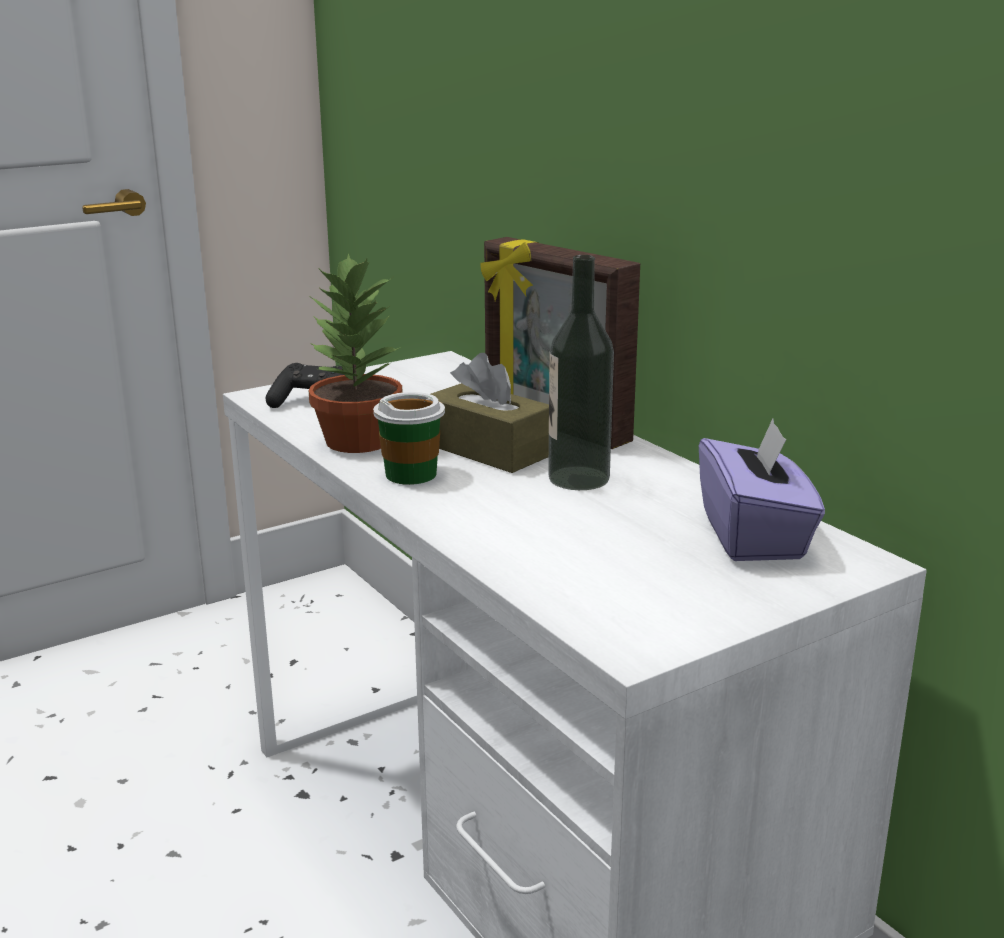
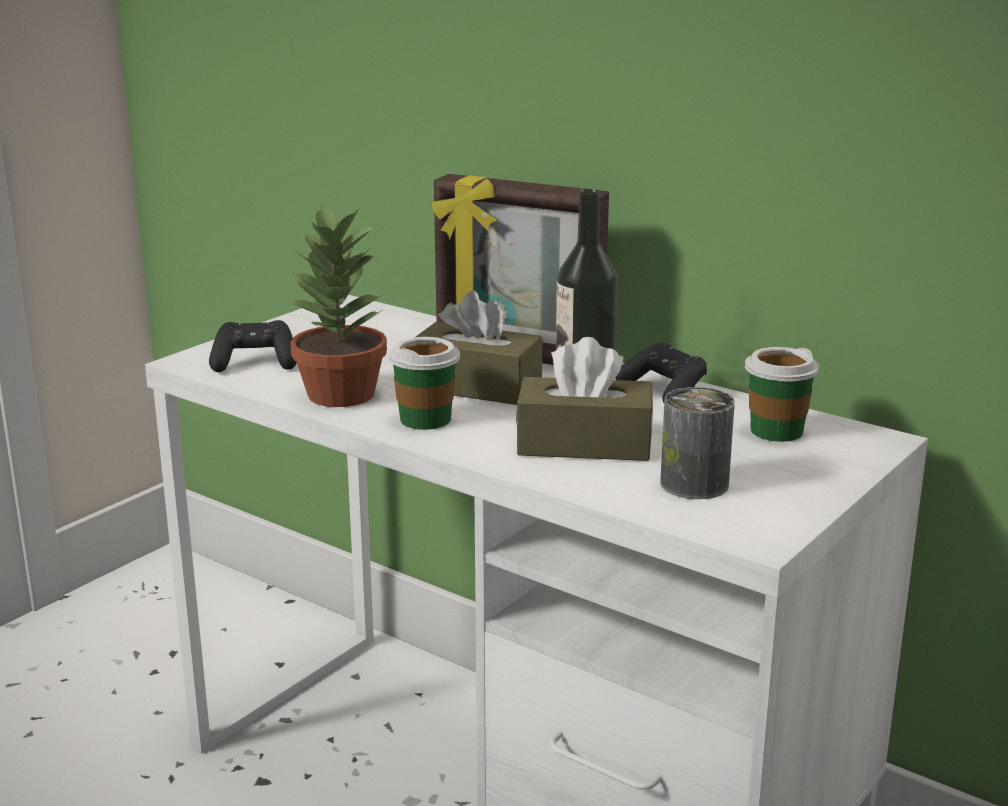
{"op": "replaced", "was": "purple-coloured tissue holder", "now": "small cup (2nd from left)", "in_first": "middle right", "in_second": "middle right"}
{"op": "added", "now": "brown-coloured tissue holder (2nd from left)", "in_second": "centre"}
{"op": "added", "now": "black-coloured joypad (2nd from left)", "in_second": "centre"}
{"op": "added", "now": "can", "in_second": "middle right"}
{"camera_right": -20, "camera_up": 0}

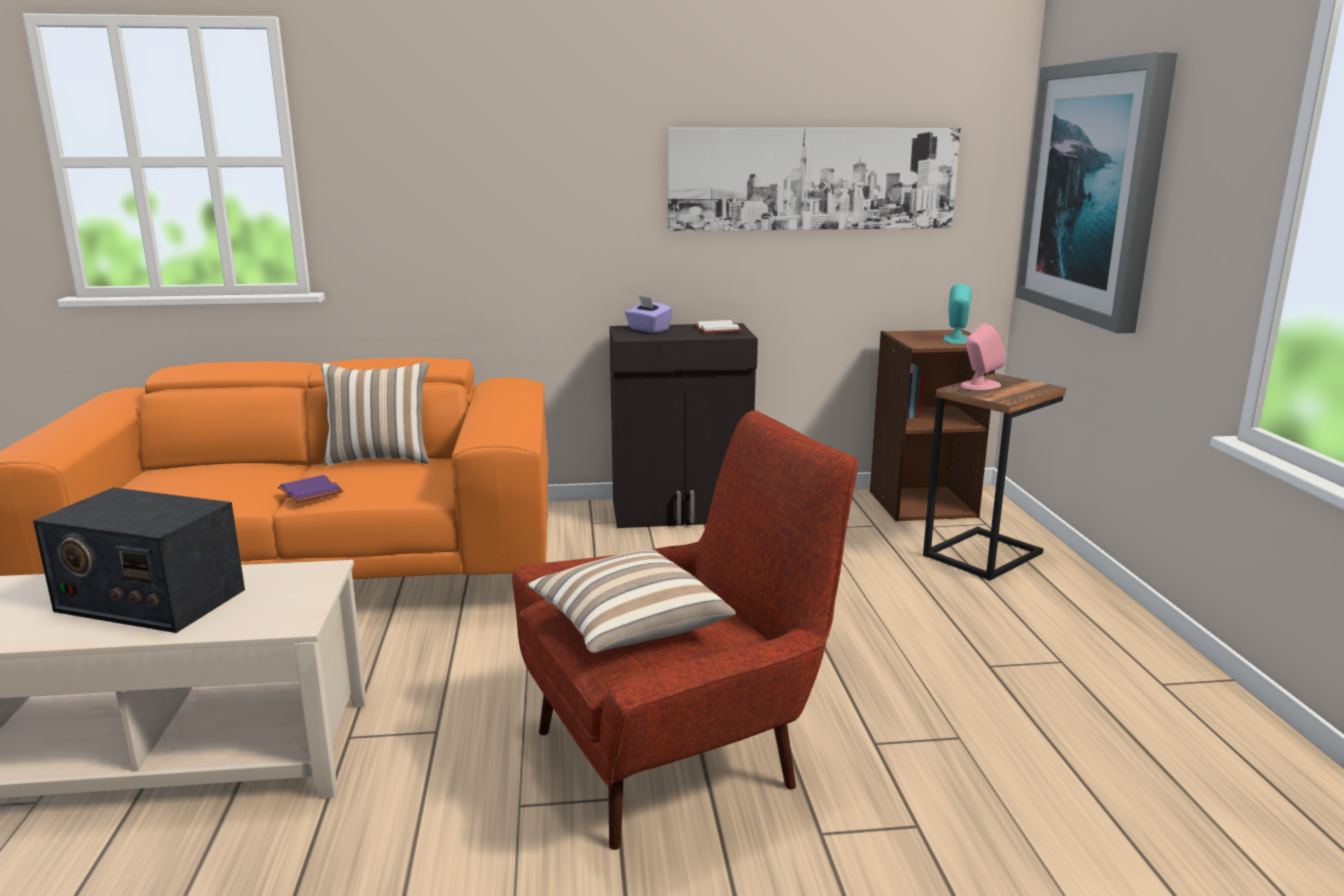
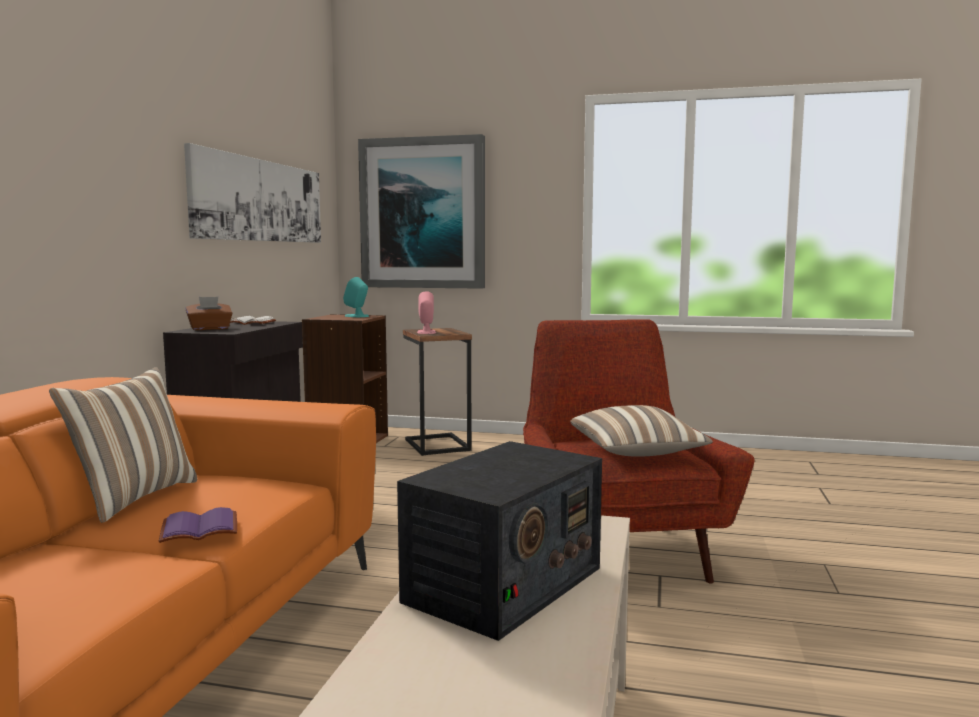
{"op": "recoloured", "was": "purple-coloured tissue holder", "now": "brown-coloured tissue holder", "in_first": "centre", "in_second": "middle left"}
{"camera_right": -70, "camera_up": -10}

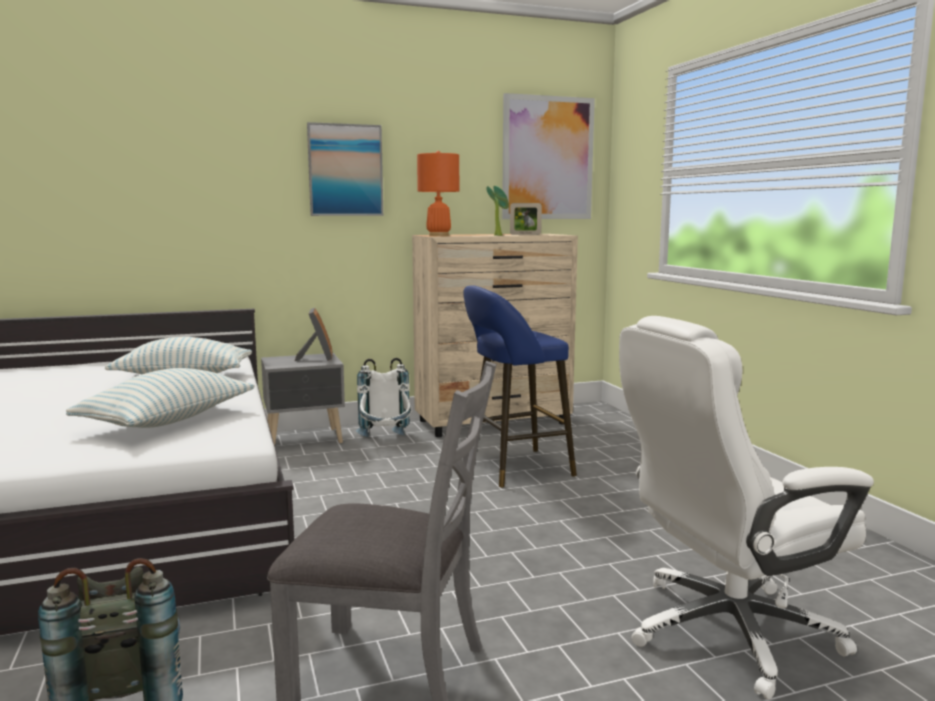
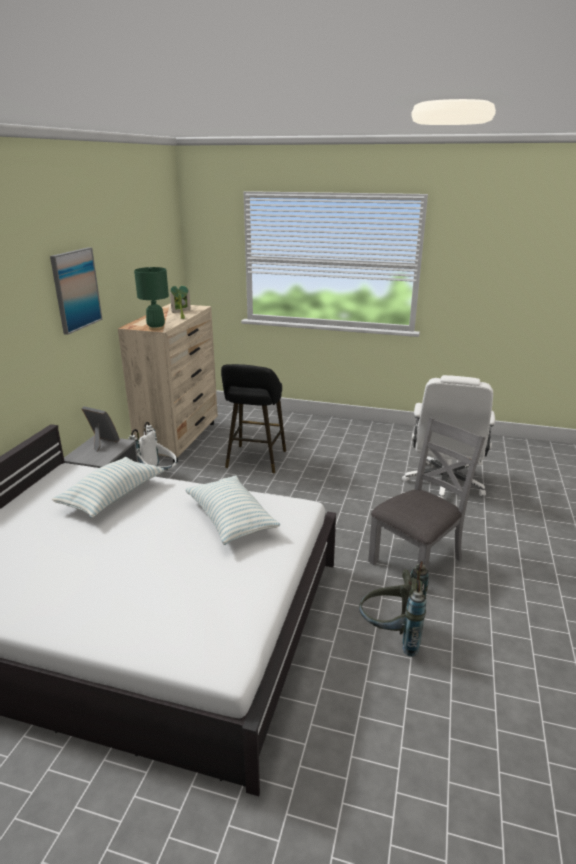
{"op": "removed", "was": "wall picture (2nd from left)", "in_first": "top centre"}
{"op": "recoloured", "was": "orange-coloured table lamp", "now": "green table lamp", "in_first": "top centre", "in_second": "middle left"}
{"op": "recoloured", "was": "bluish stool", "now": "black-coloured stool", "in_first": "centre", "in_second": "centre"}
{"camera_right": -55, "camera_up": 15}

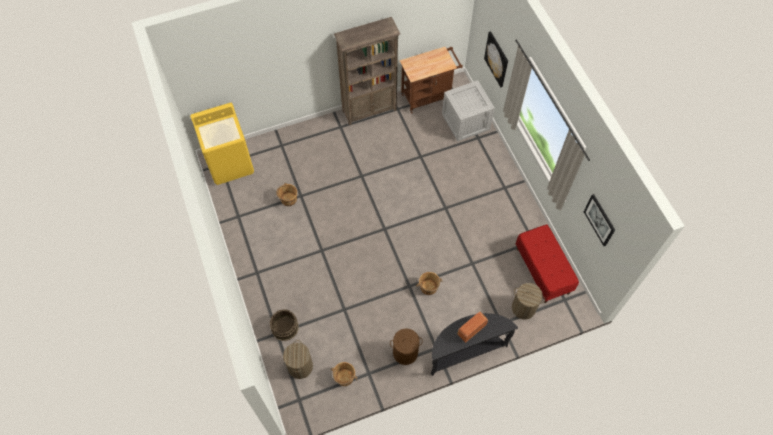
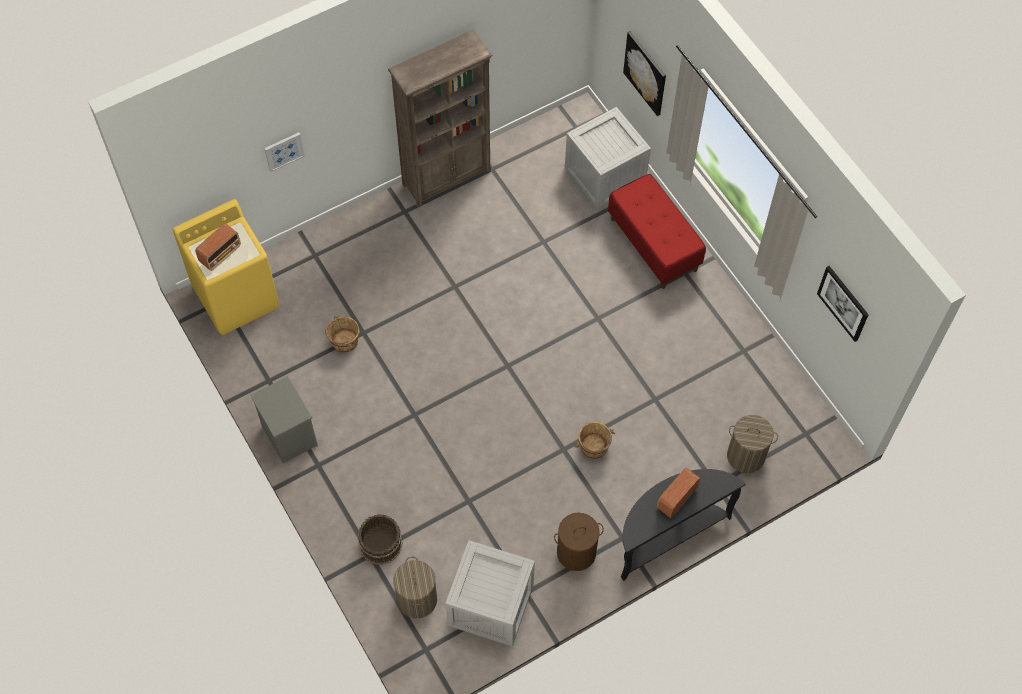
{"op": "removed", "was": "brown-coloured cart", "in_first": "top centre"}
{"op": "moved", "was": "red indoor bench", "in_first": "middle right", "in_second": "top centre"}
{"op": "replaced", "was": "brown-coloured bucket (3rd from left)", "now": "shipping crate (1st from left)", "in_first": "bottom centre", "in_second": "bottom centre"}
{"op": "added", "now": "wall picture (1st from left)", "in_second": "top left"}
{"op": "added", "now": "radio (1st from left)", "in_second": "middle left"}
{"op": "added", "now": "greyish night table", "in_second": "middle left"}
{"camera_right": -10, "camera_up": 0}

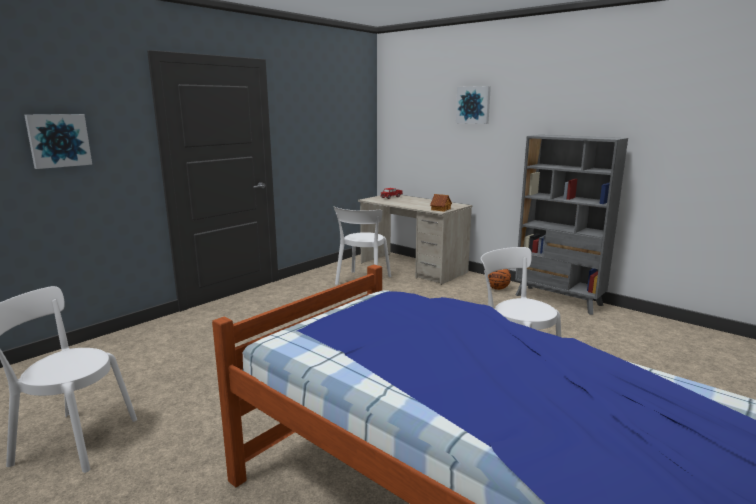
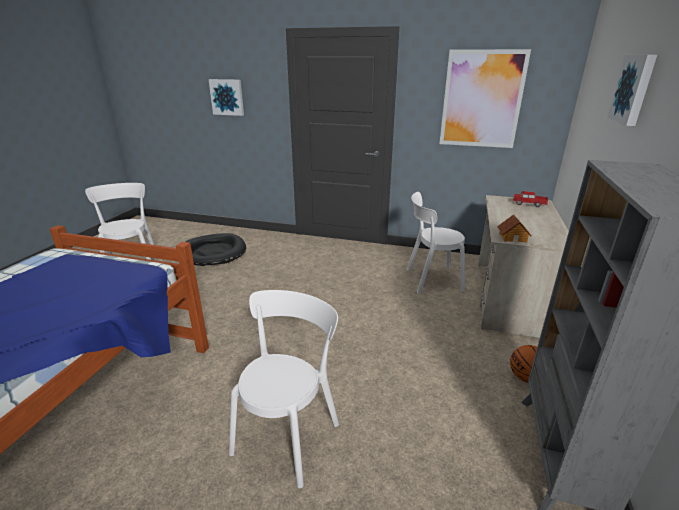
{"op": "added", "now": "wall picture (2nd from left)", "in_second": "top right"}
{"op": "added", "now": "black-coloured dog bed", "in_second": "middle left"}
{"camera_right": 65, "camera_up": 10}

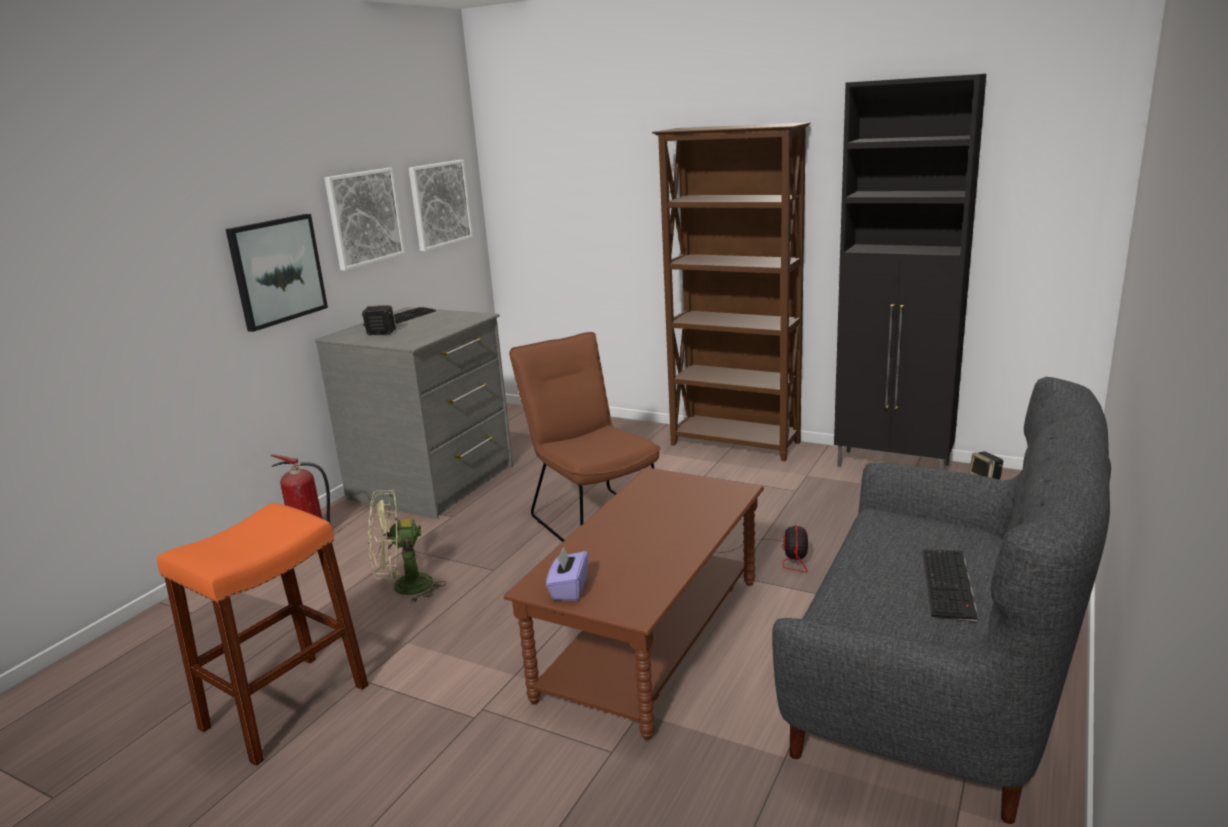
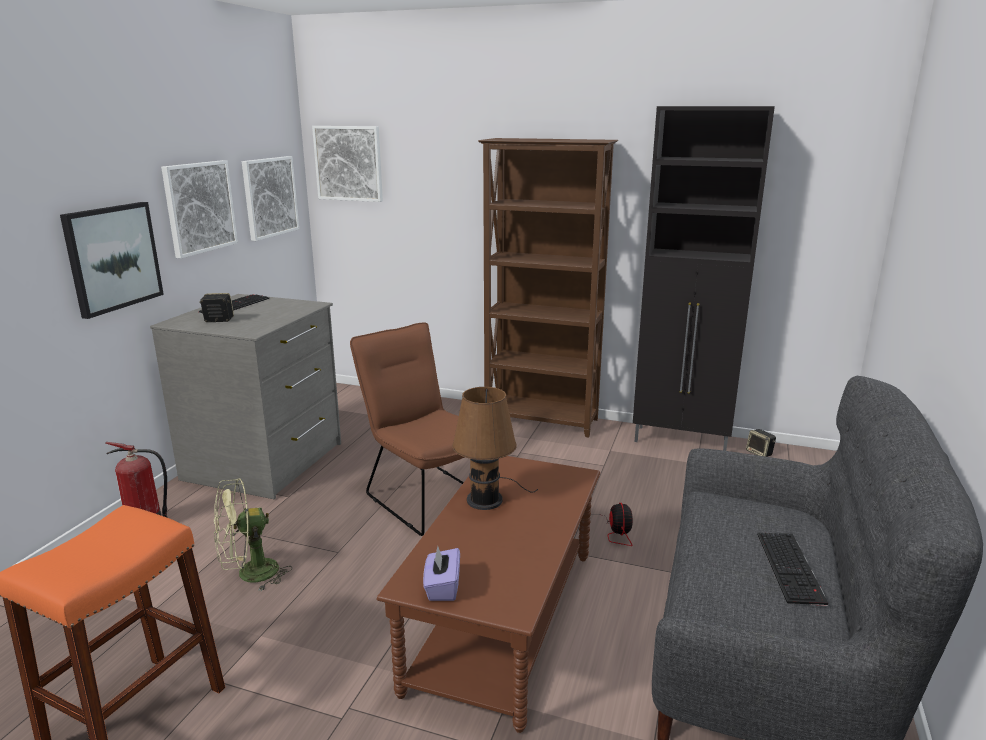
{"op": "added", "now": "wall picture (4th from left)", "in_second": "top centre"}
{"op": "added", "now": "brown-coloured table lamp", "in_second": "centre"}
{"camera_right": -10, "camera_up": 0}

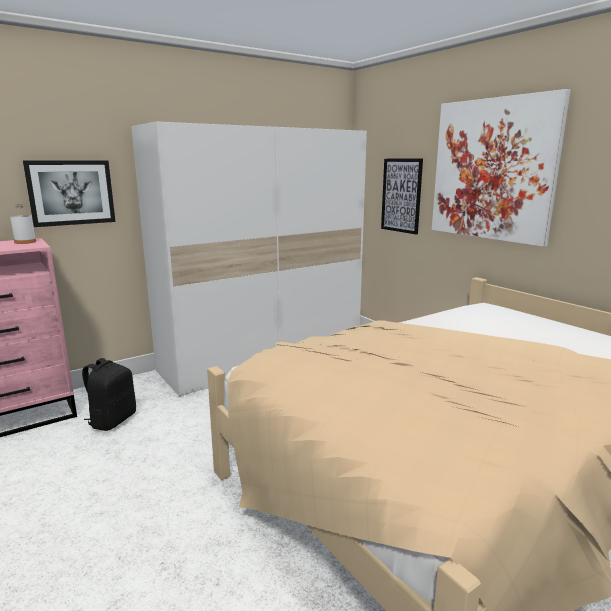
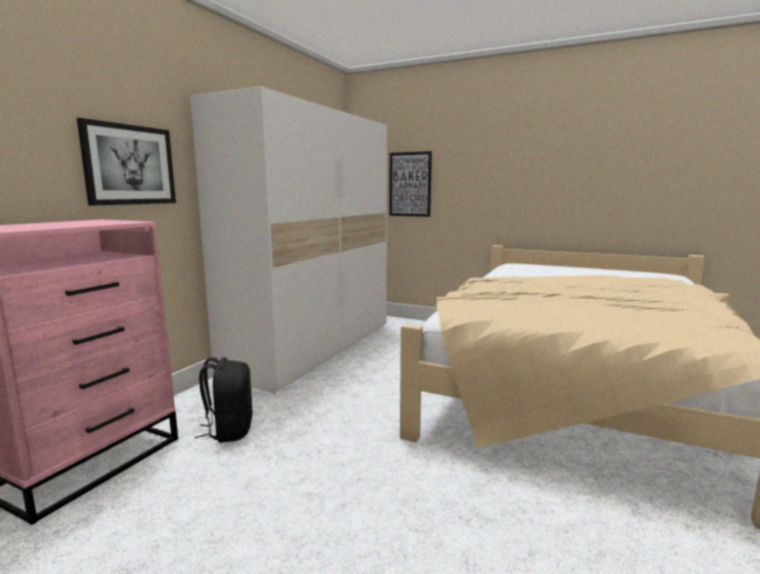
{"op": "removed", "was": "wall picture (3rd from left)", "in_first": "top right"}
{"op": "removed", "was": "whitish beverage bottle", "in_first": "middle left"}
{"camera_right": -30, "camera_up": -5}

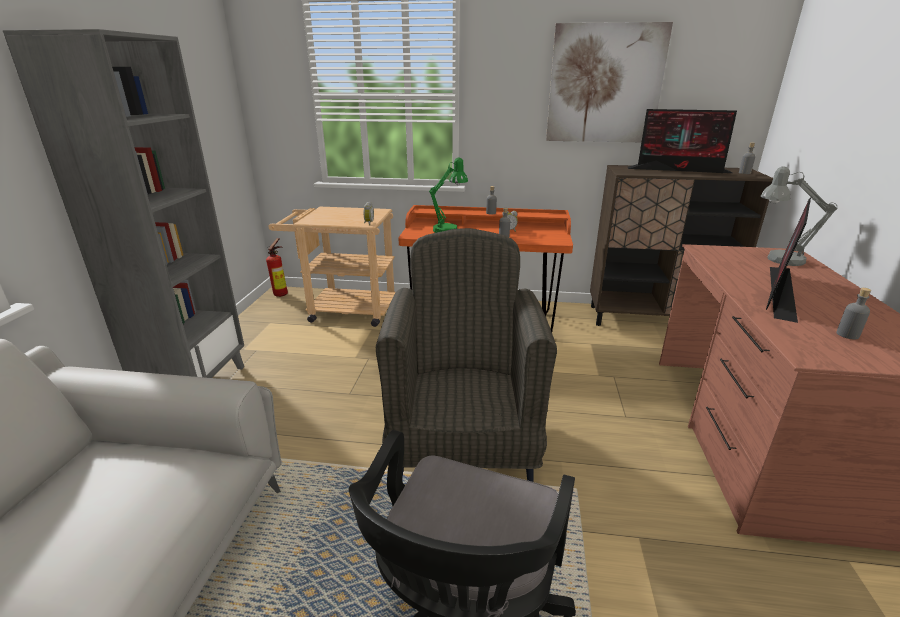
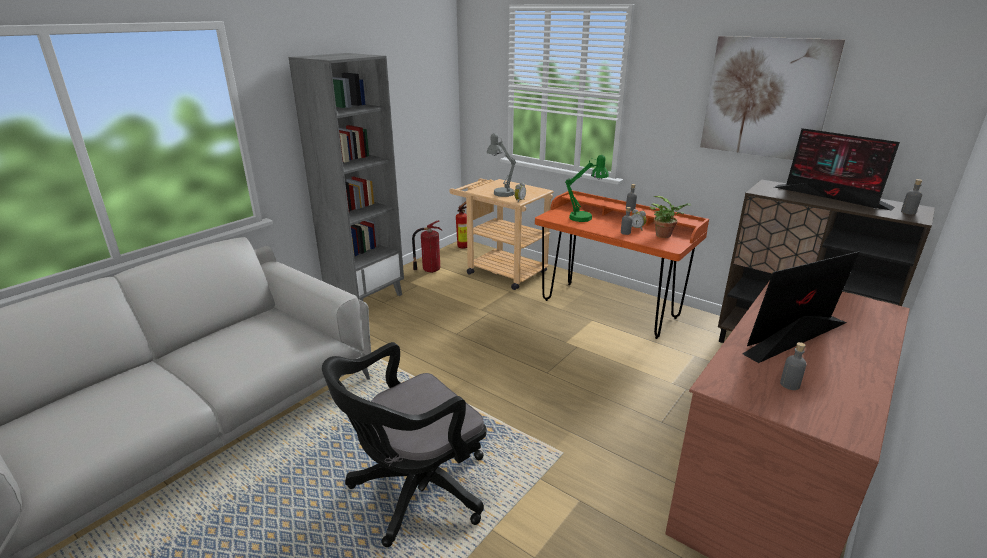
{"op": "moved", "was": "greyish table lamp", "in_first": "middle right", "in_second": "top centre"}
{"op": "removed", "was": "greyish armchair", "in_first": "centre"}
{"op": "added", "now": "houseplant", "in_second": "middle right"}
{"op": "added", "now": "fire-fighting cylinder (1st from left)", "in_second": "centre"}
{"camera_right": 30, "camera_up": 0}

